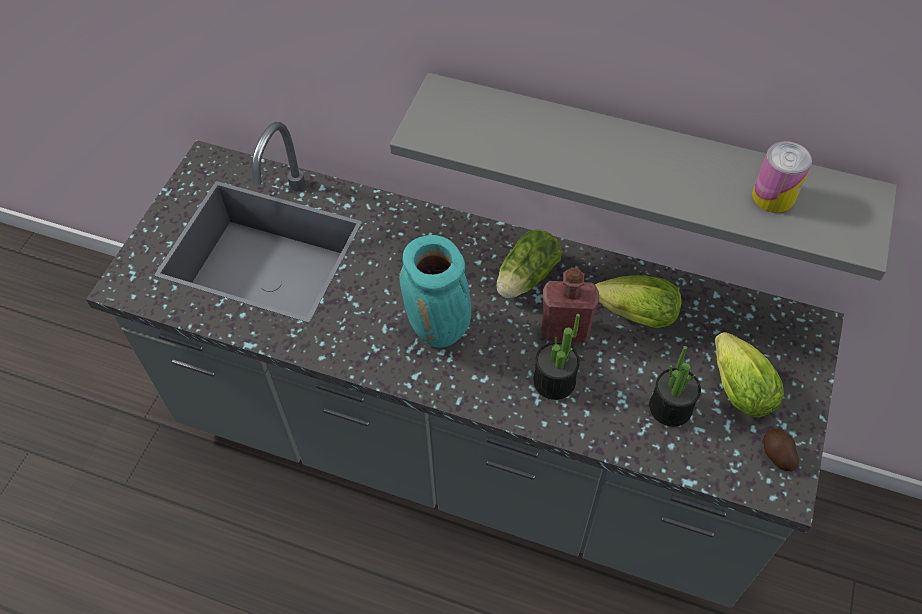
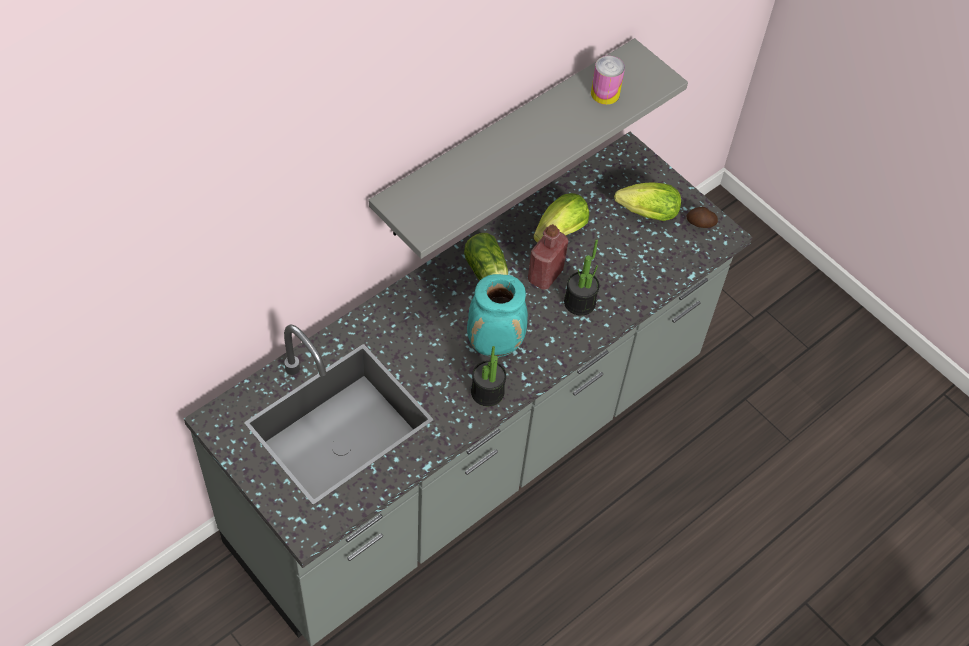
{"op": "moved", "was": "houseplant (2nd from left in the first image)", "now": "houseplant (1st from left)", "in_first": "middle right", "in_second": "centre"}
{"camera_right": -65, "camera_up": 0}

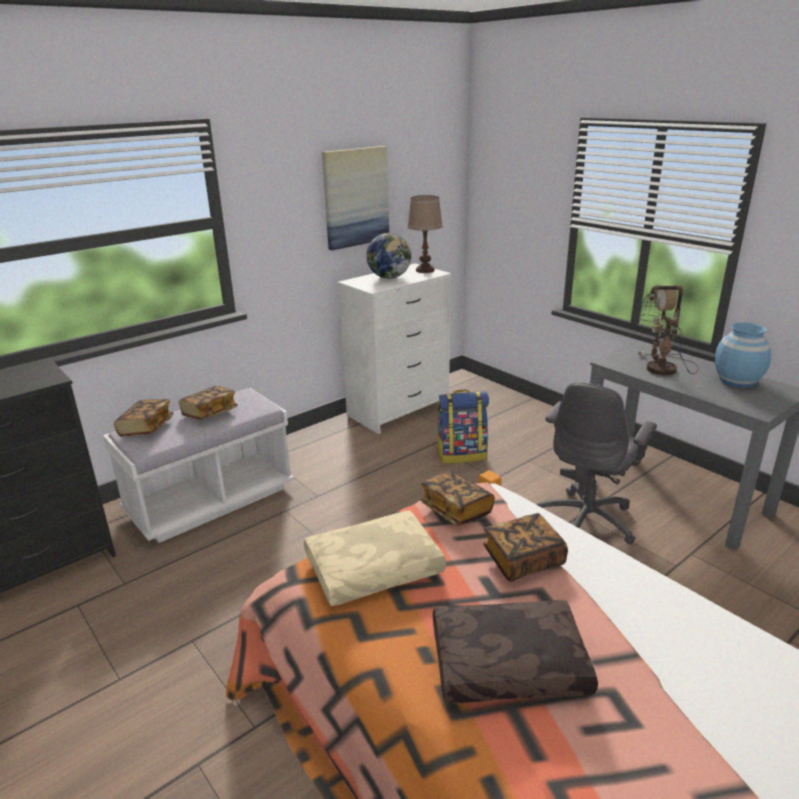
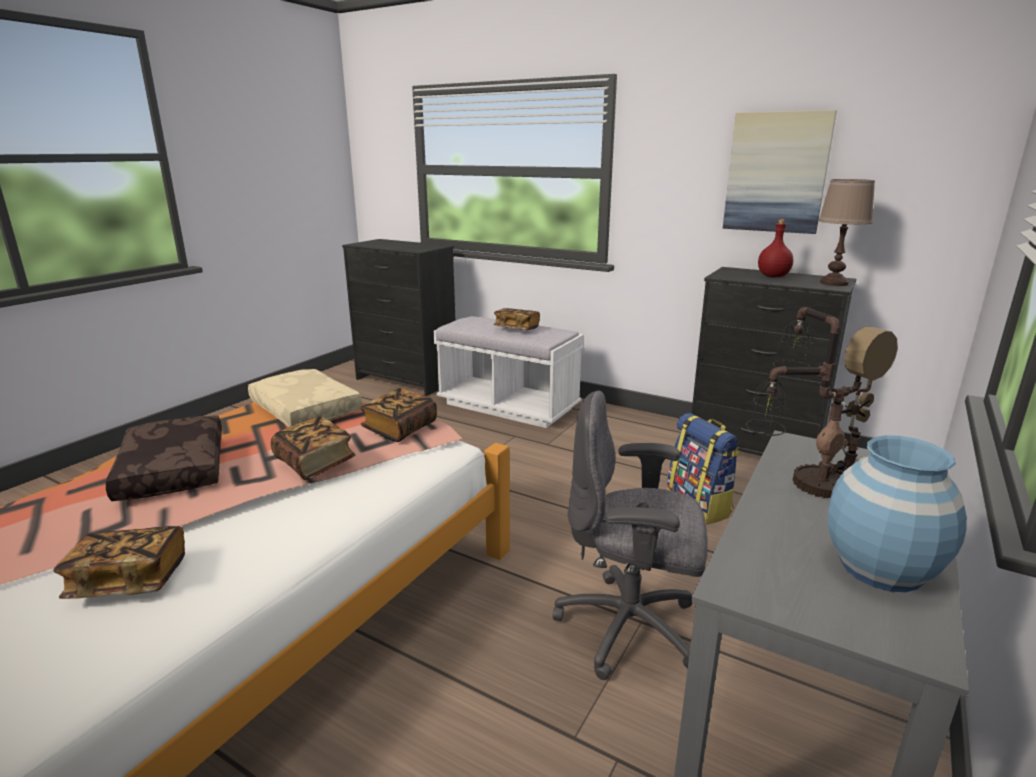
{"op": "replaced", "was": "world globe", "now": "red beverage bottle", "in_first": "top centre", "in_second": "top right"}
{"op": "recoloured", "was": "whitish chest of drawers", "now": "black-coloured chest of drawers (2nd from left)", "in_first": "centre", "in_second": "middle right"}
{"op": "moved", "was": "book (1st from left)", "in_first": "middle left", "in_second": "bottom left"}
{"camera_right": 70, "camera_up": -5}

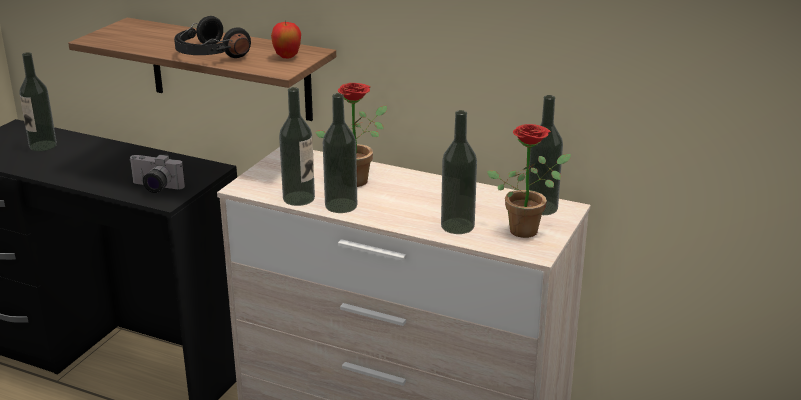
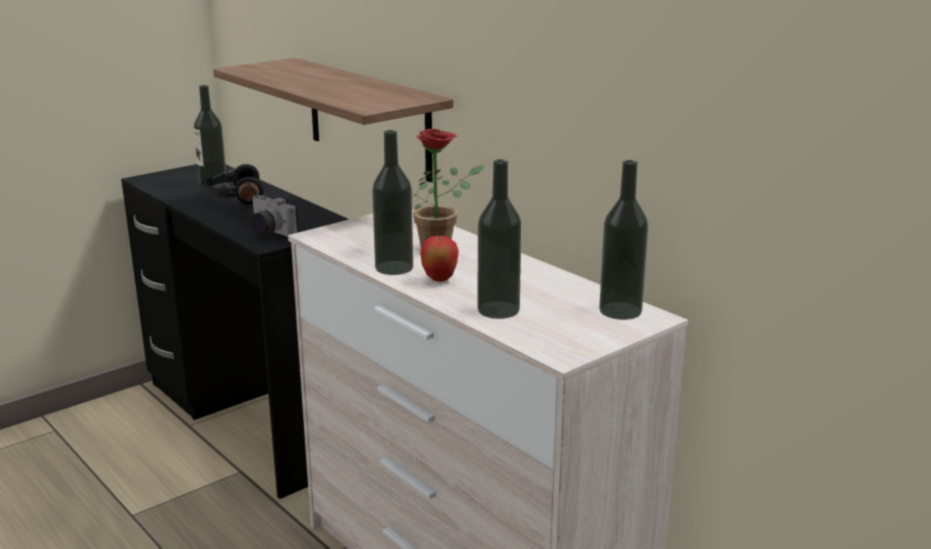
{"op": "moved", "was": "black-coloured headset", "in_first": "top left", "in_second": "middle left"}
{"op": "moved", "was": "apple fruit", "in_first": "top centre", "in_second": "centre"}
{"op": "removed", "was": "beverage bottle (2nd from left)", "in_first": "centre"}
{"op": "removed", "was": "houseplant (2nd from left)", "in_first": "centre"}
{"camera_right": 25, "camera_up": -5}

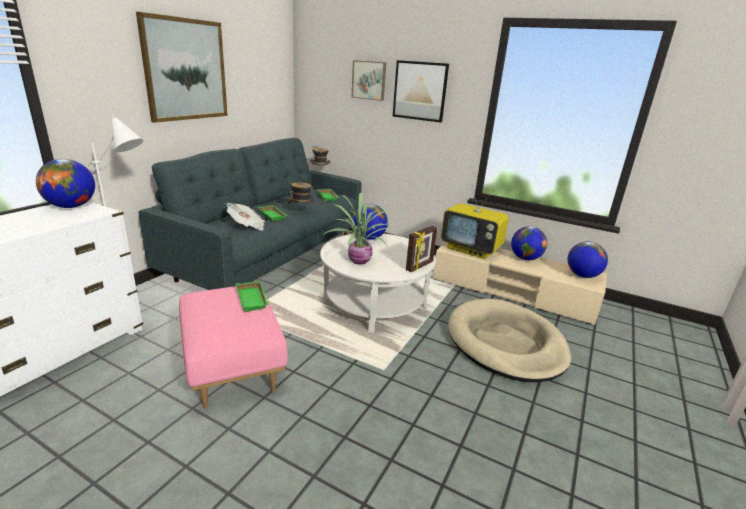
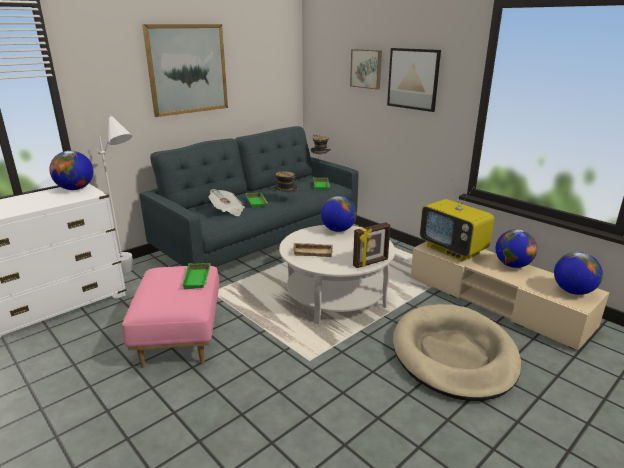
{"op": "replaced", "was": "houseplant", "now": "sand-coloured serving tray", "in_first": "centre", "in_second": "centre"}
{"camera_right": 20, "camera_up": 0}

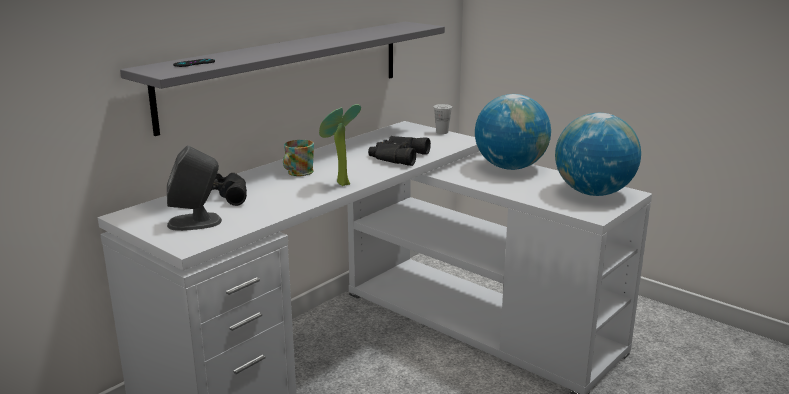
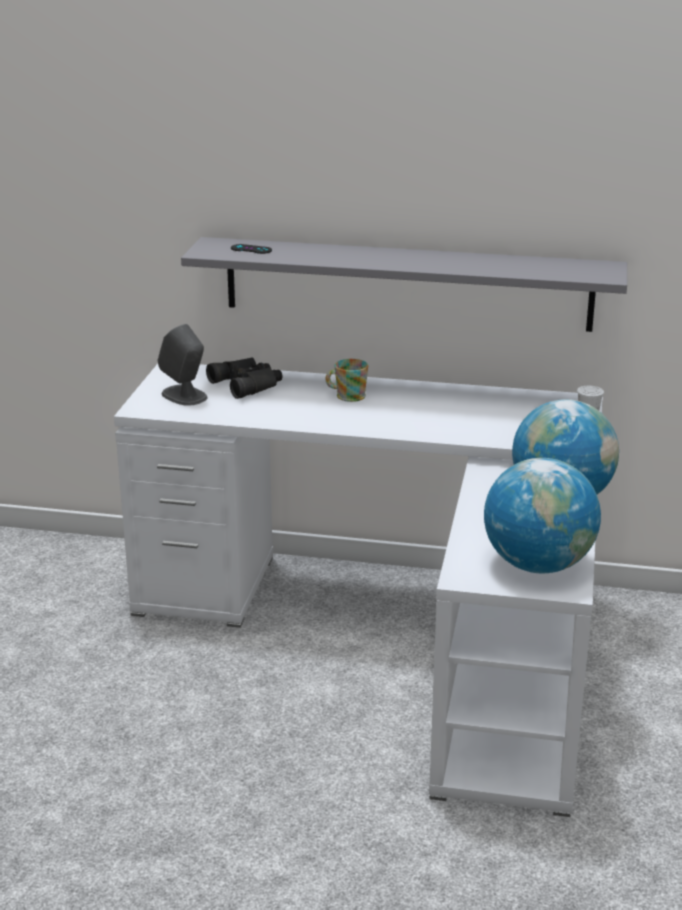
{"op": "removed", "was": "houseplant", "in_first": "centre"}
{"op": "removed", "was": "black-coloured pair of binoculars (2nd from left)", "in_first": "centre"}
{"camera_right": 60, "camera_up": 5}

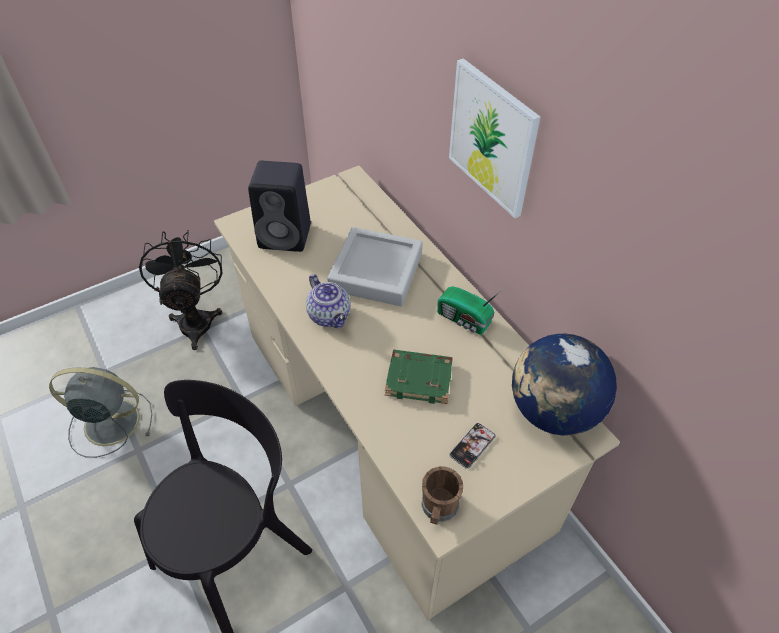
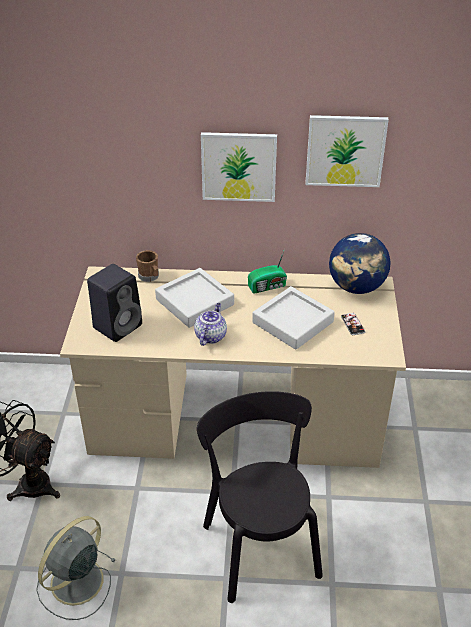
{"op": "turned", "was": "tea pot", "in_first": "centre", "in_second": "centre", "clockwise": -75}
{"op": "replaced", "was": "green book", "now": "greyish serving tray (2nd from left)", "in_first": "centre", "in_second": "centre"}
{"op": "moved", "was": "brown-coloured tea mug", "in_first": "bottom centre", "in_second": "middle left"}
{"op": "added", "now": "wall picture (2nd from left)", "in_second": "top right"}
{"camera_right": -55, "camera_up": -10}

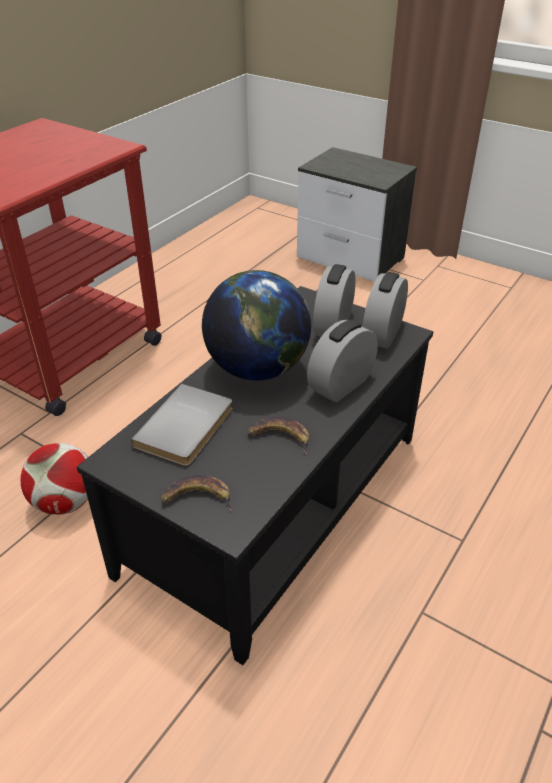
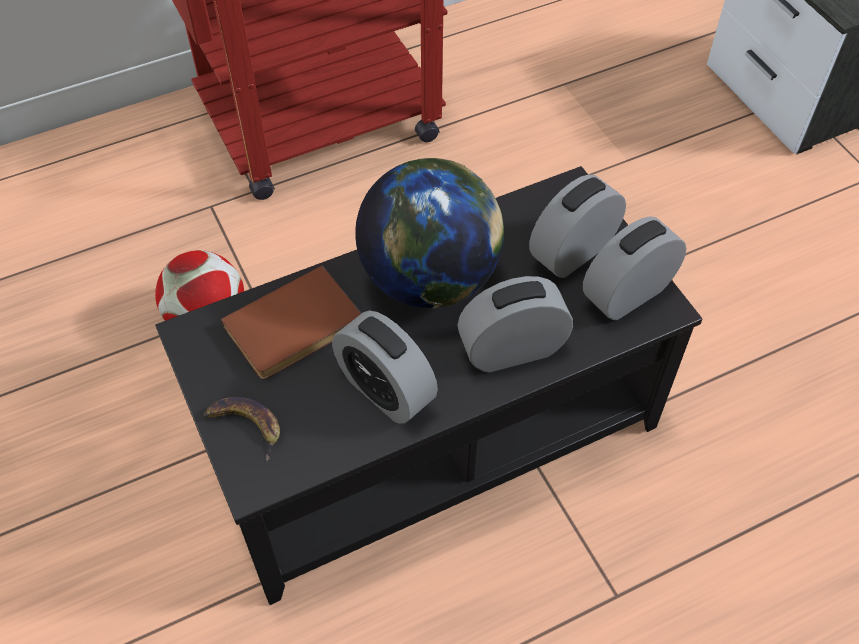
{"op": "recoloured", "was": "greyish book", "now": "brown-coloured book", "in_first": "middle left", "in_second": "centre"}
{"op": "replaced", "was": "whole banana (2nd from left)", "now": "table clock (1st from left)", "in_first": "centre", "in_second": "centre"}
{"camera_right": 30, "camera_up": 15}

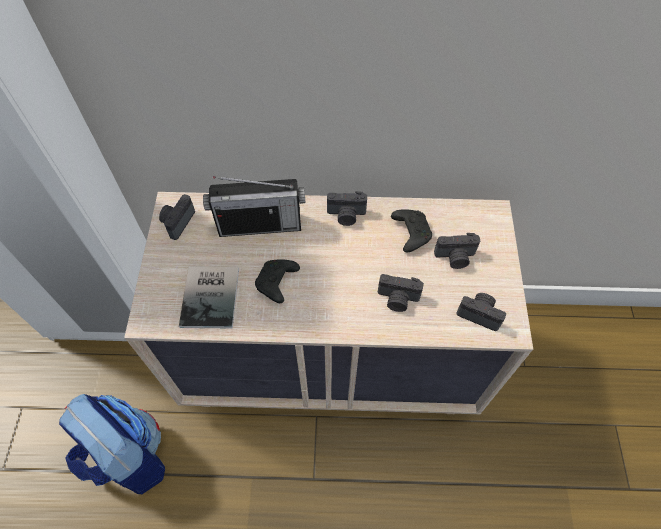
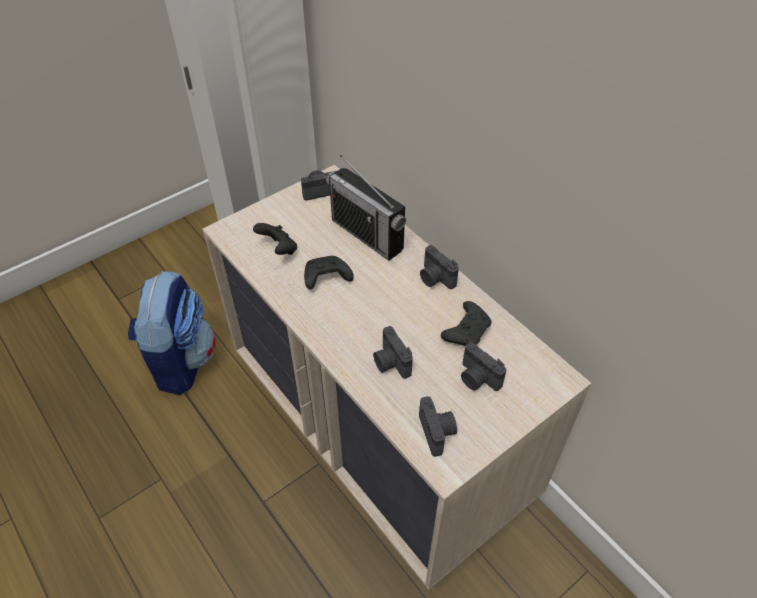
{"op": "replaced", "was": "book", "now": "black-coloured joypad (1st from left)", "in_first": "middle left", "in_second": "centre"}
{"camera_right": 50, "camera_up": -10}

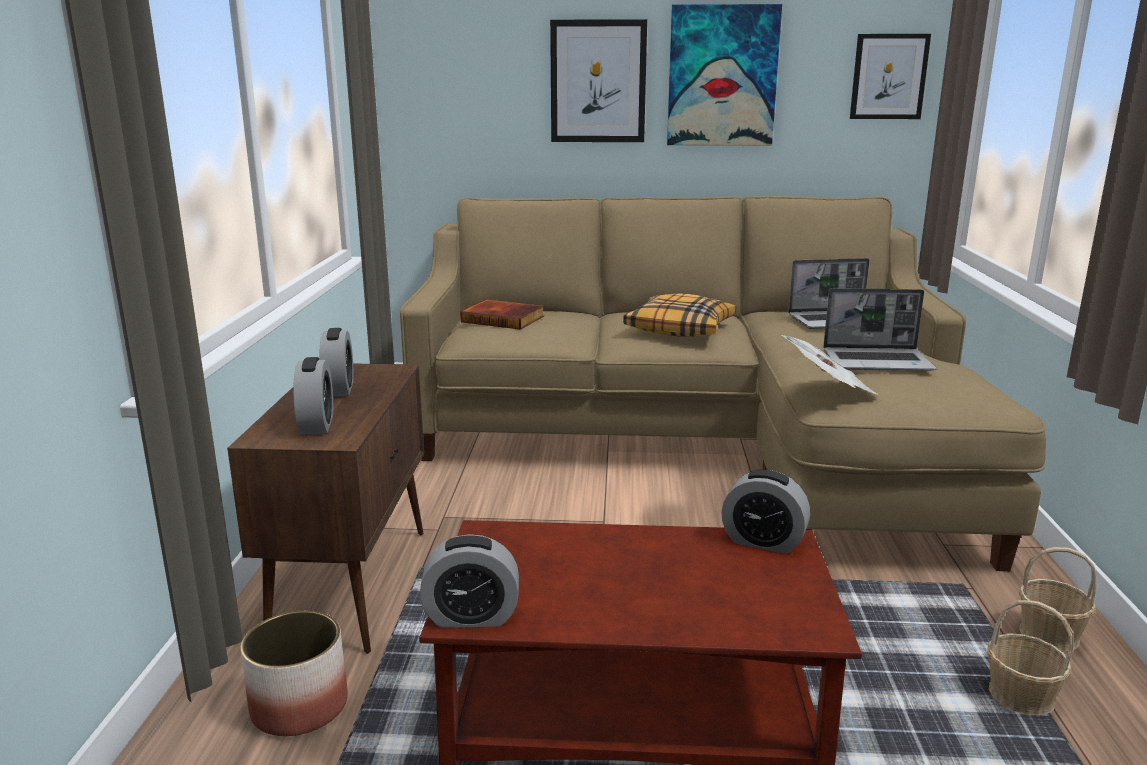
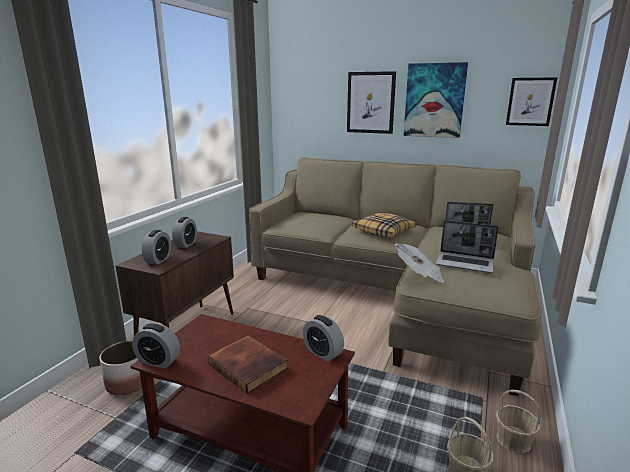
{"op": "moved", "was": "book", "in_first": "centre", "in_second": "bottom centre"}
{"camera_right": 20, "camera_up": 0}

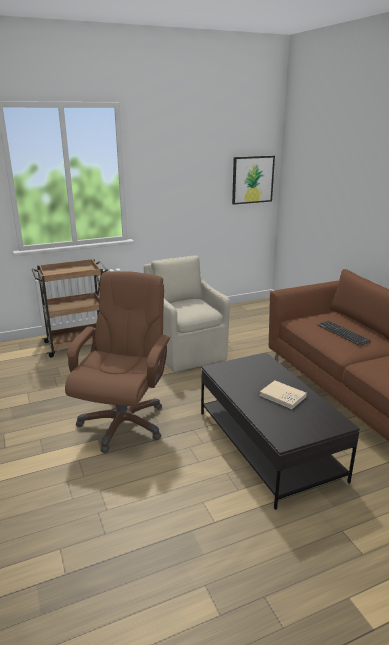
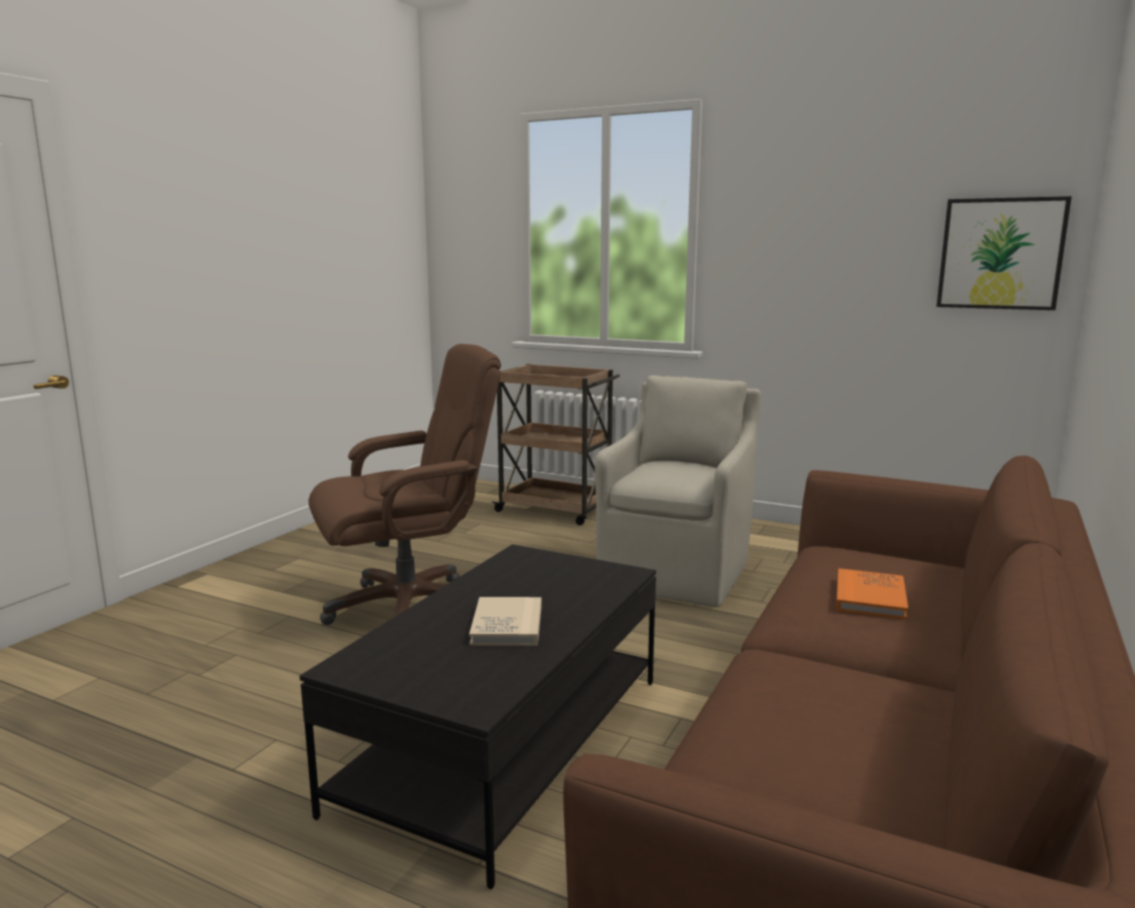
{"op": "replaced", "was": "keyboard", "now": "orange-coloured book", "in_first": "middle right", "in_second": "middle right"}
{"camera_right": 50, "camera_up": -10}

